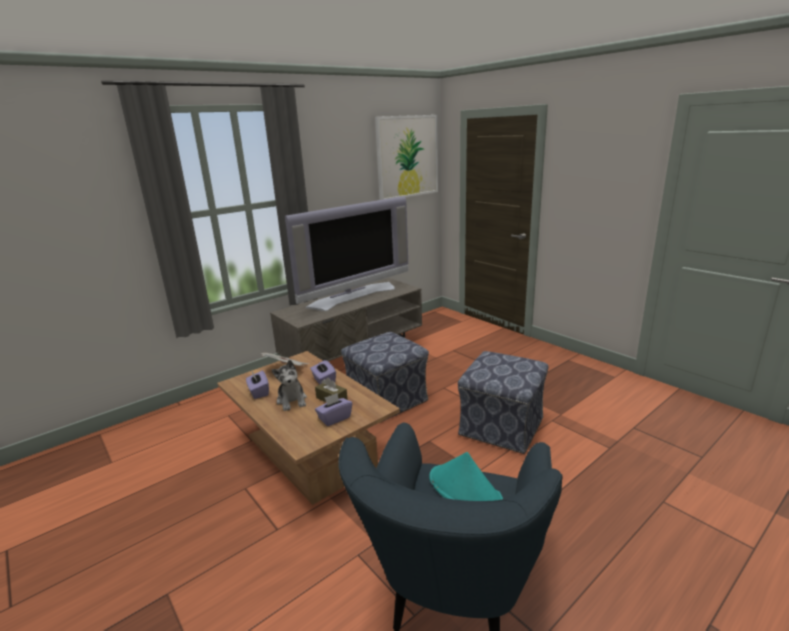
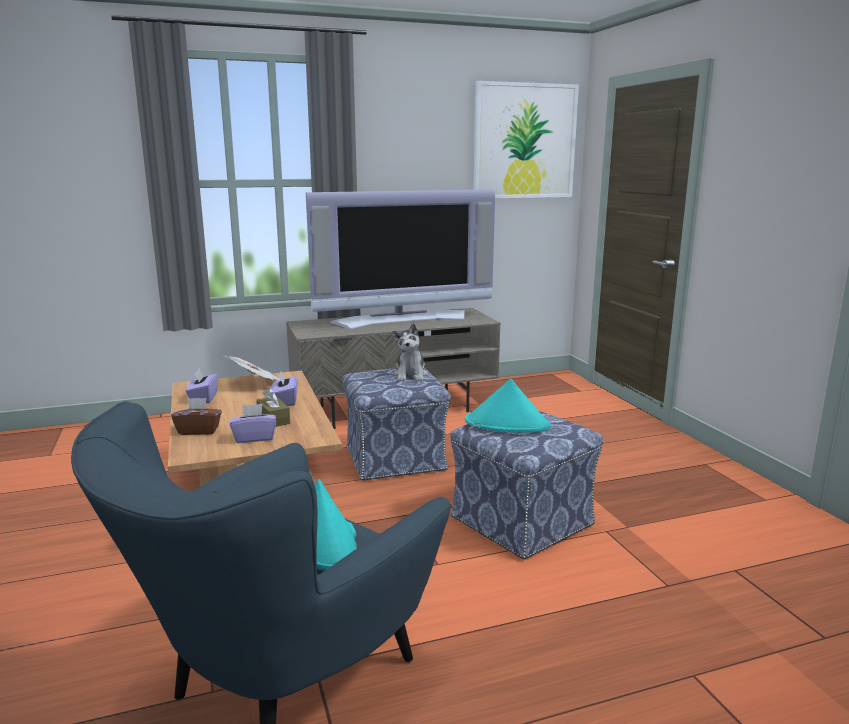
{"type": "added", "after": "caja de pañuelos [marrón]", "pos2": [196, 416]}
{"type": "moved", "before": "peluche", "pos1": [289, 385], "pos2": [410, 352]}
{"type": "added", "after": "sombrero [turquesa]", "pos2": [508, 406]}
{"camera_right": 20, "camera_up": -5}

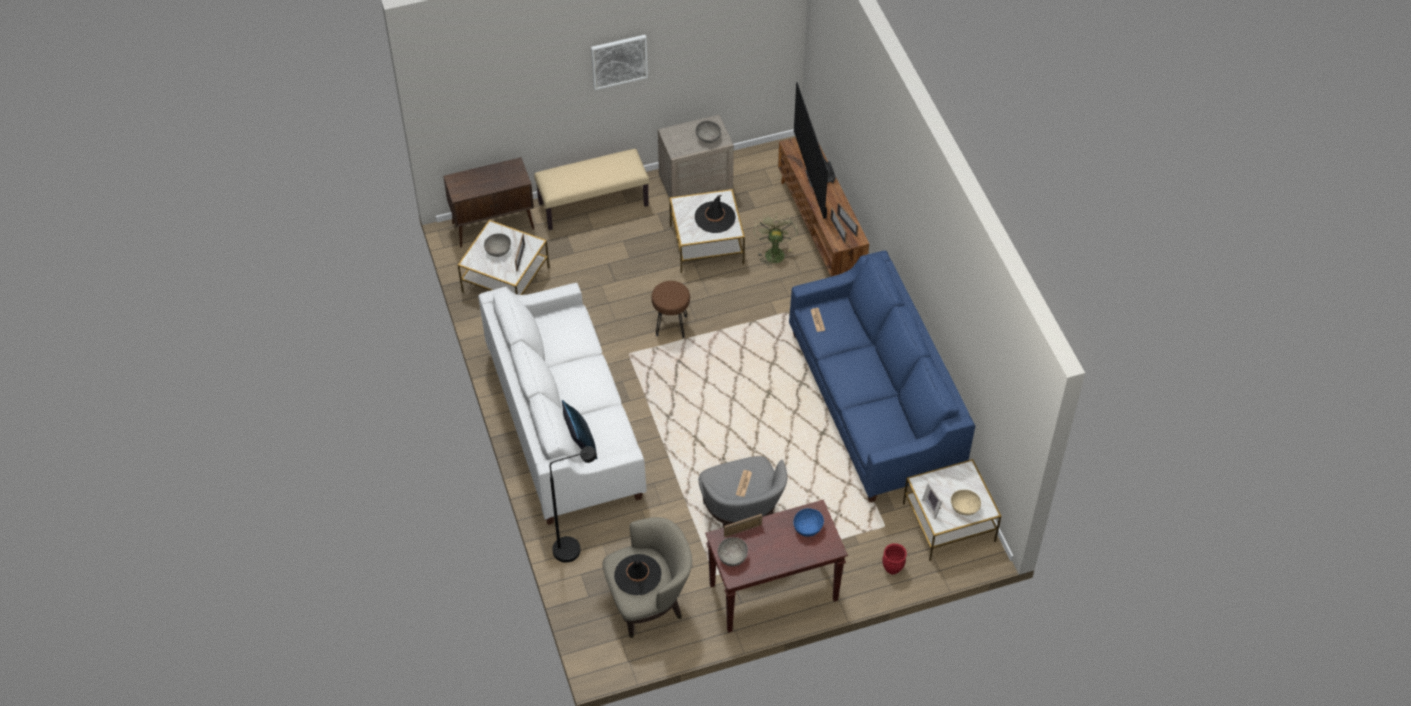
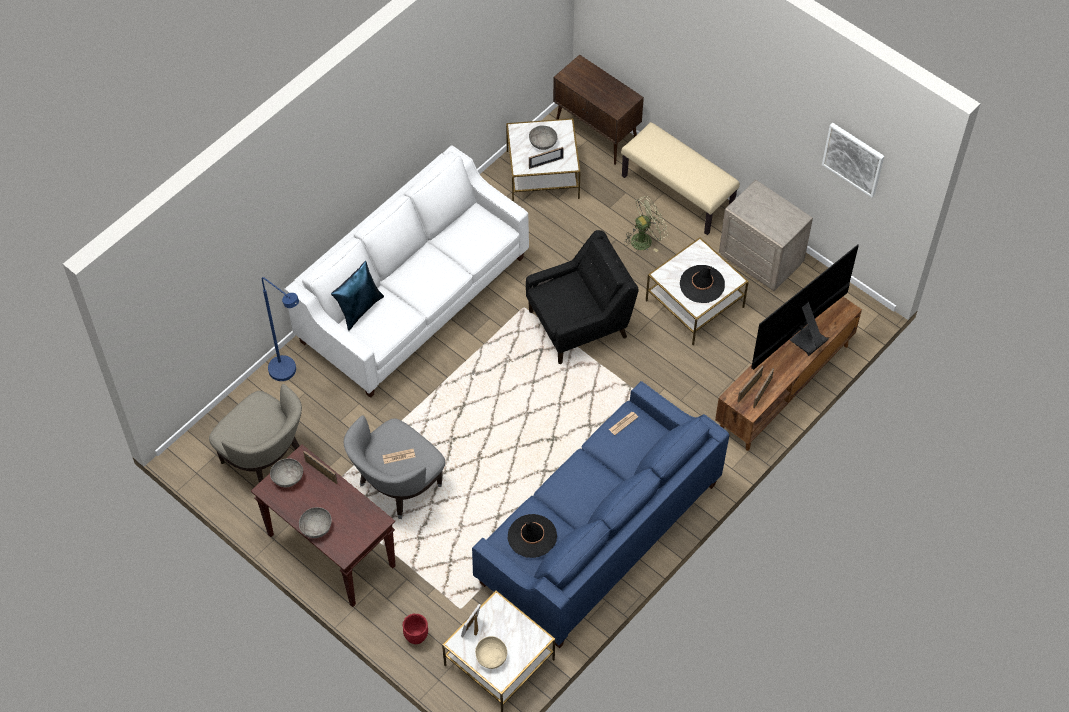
{"type": "recoloured", "before": "lámpara de pie [negro]", "after": "lámpara de pie [azul]", "pos1": [573, 504], "pos2": [280, 329]}
{"type": "moved", "before": "cuenco [gris]", "pos1": [708, 132], "pos2": [315, 522]}
{"type": "moved", "before": "sombrero [negro]", "pos1": [637, 574], "pos2": [532, 536]}
{"type": "replaced", "before": "taburete [marrón]", "after": "sillón [negro]", "pos1": [671, 309], "pos2": [582, 297]}
{"type": "moved", "before": "ventilador [verde]", "pos1": [775, 241], "pos2": [646, 224]}
{"type": "moved", "before": "cuadro", "pos1": [619, 62], "pos2": [853, 160]}
{"type": "removed", "before": "cuenco [azul]", "pos1": [808, 522]}
{"camera_right": 60, "camera_up": 5}

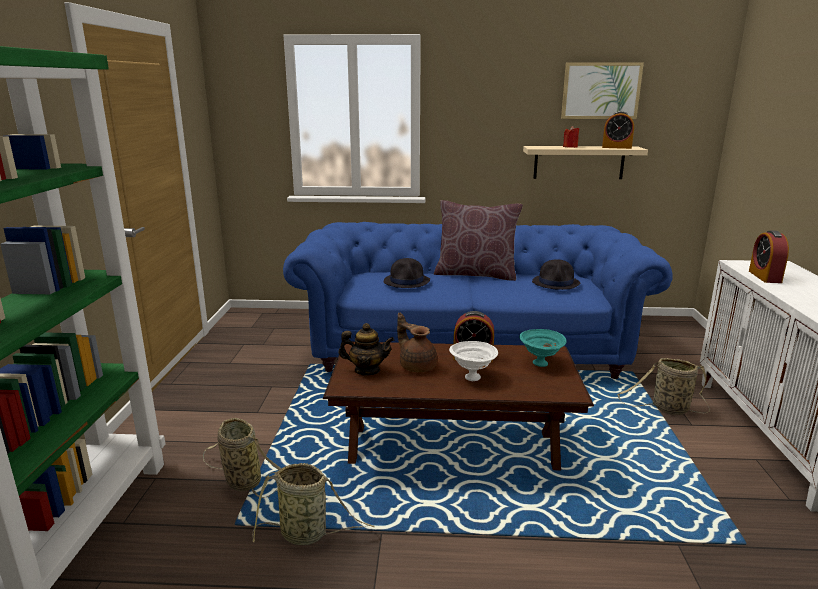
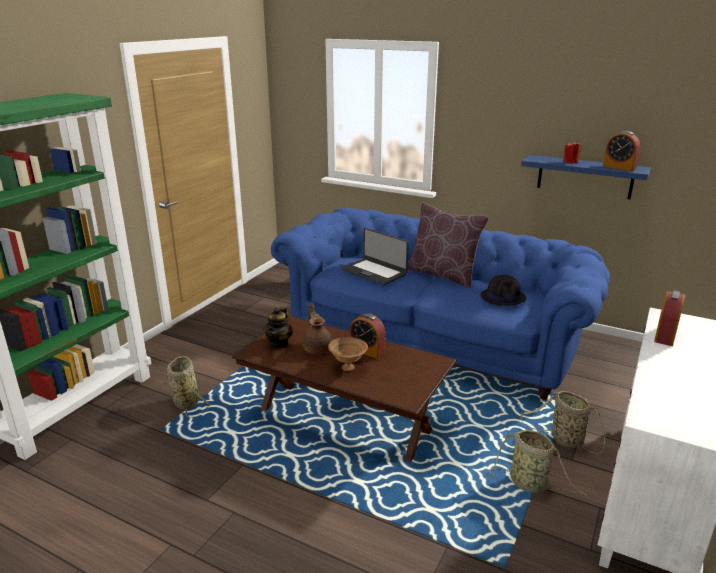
{"type": "turned", "before": "tetera", "pos1": [366, 349], "pos2": [278, 327], "turn": 75}
{"type": "recoloured", "before": "cuenco [blanco]", "after": "cuenco [marrón]", "pos1": [473, 361], "pos2": [348, 354]}
{"type": "replaced", "before": "sombrero [negro]", "after": "portátil", "pos1": [407, 273], "pos2": [375, 256]}
{"type": "moved", "before": "cesta", "pos1": [313, 504], "pos2": [538, 463]}
{"type": "recoloured", "before": "estante [beis]", "after": "estante [azul]", "pos1": [585, 162], "pos2": [586, 177]}
{"type": "removed", "before": "cuenco [turquesa]", "pos1": [543, 348]}
{"type": "removed", "before": "cuadro", "pos1": [602, 90]}
{"camera_right": 25, "camera_up": 5}

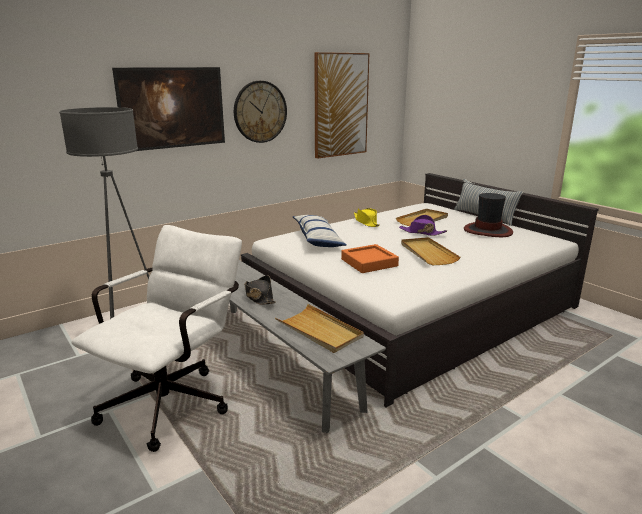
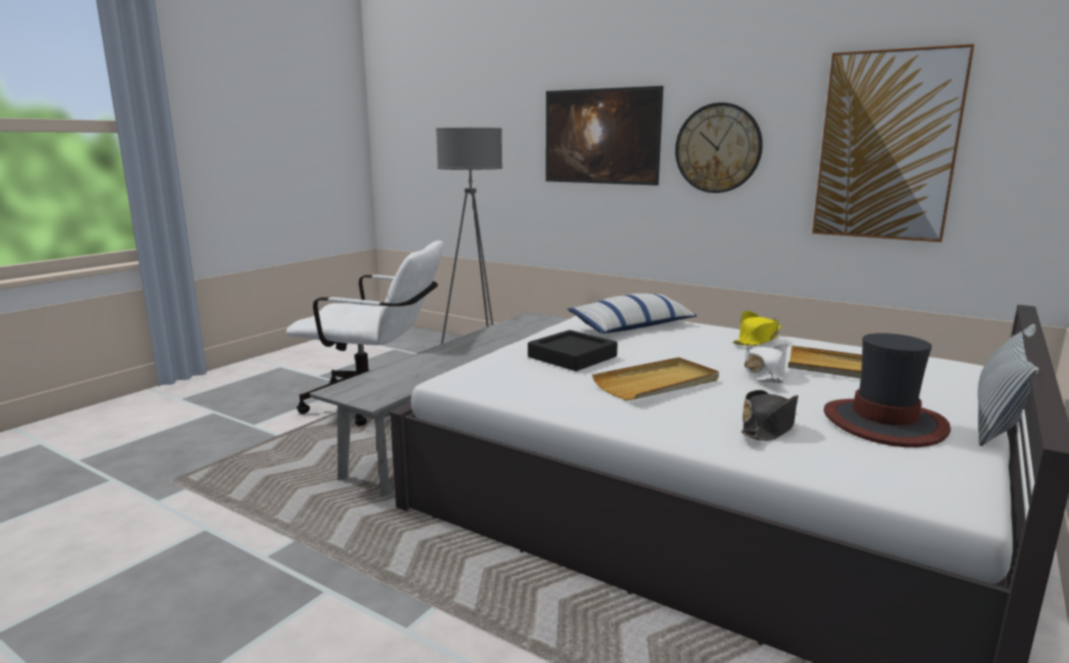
{"type": "recoloured", "before": "bandeja [naranja]", "after": "bandeja [negro]", "pos1": [370, 258], "pos2": [573, 350]}
{"type": "moved", "before": "sombrero [negro]", "pos1": [260, 290], "pos2": [769, 415]}
{"type": "recoloured", "before": "sombrero [morado]", "after": "sombrero [blanco]", "pos1": [423, 225], "pos2": [765, 363]}
{"type": "removed", "before": "bandeja [beis]", "pos1": [319, 328]}
{"camera_right": 70, "camera_up": -5}

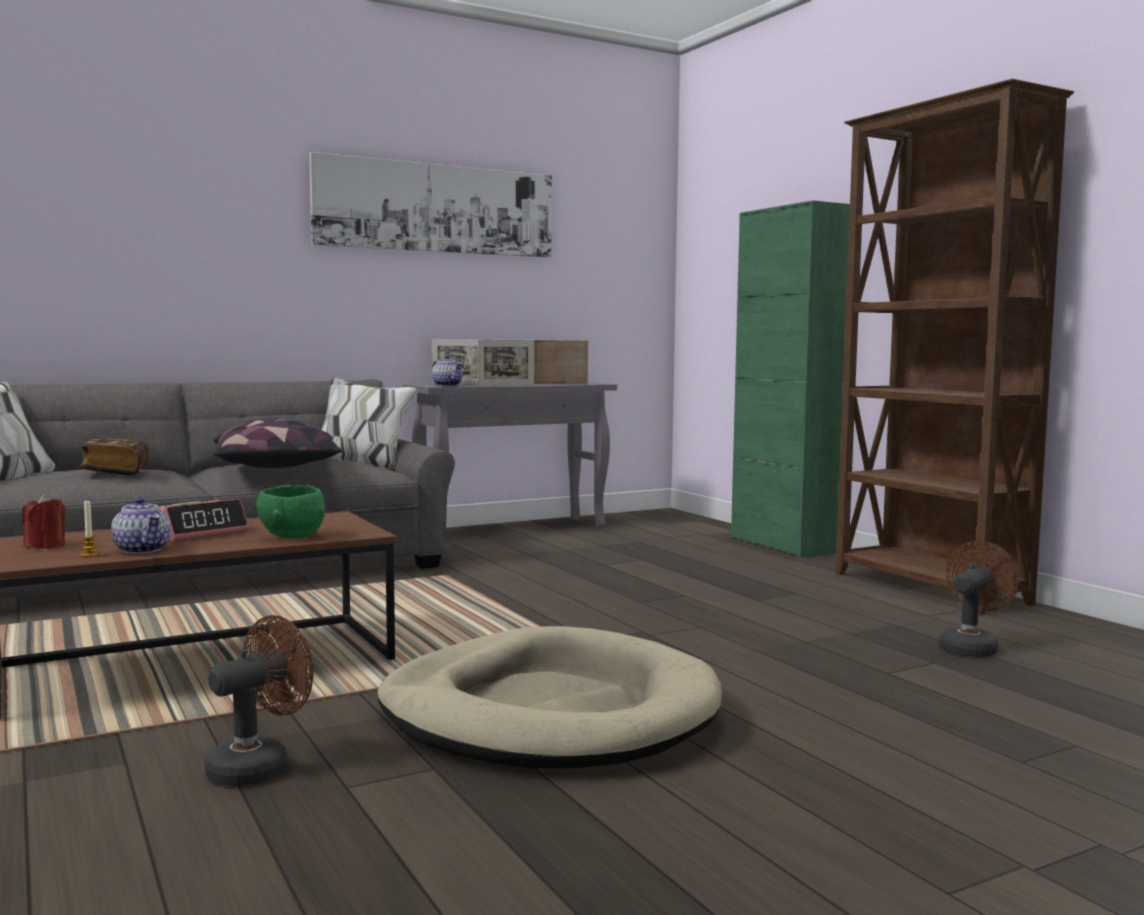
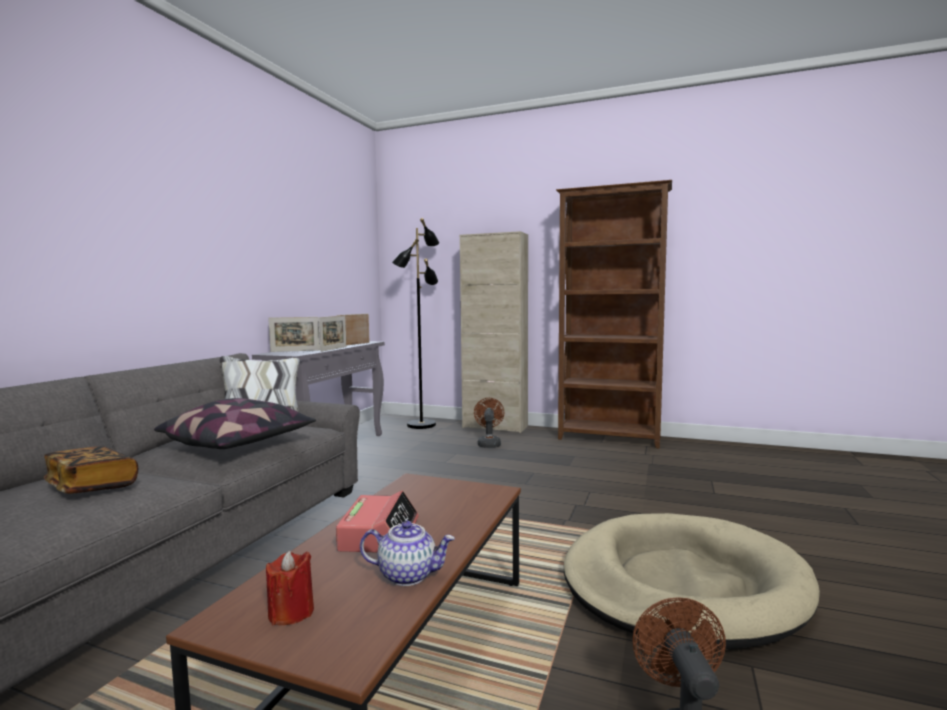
{"type": "added", "after": "lámpara de pie [negro]", "pos2": [415, 323]}
{"type": "recoloured", "before": "armario [verde]", "after": "armario [beis]", "pos1": [790, 378], "pos2": [494, 332]}
{"type": "moved", "before": "ventilador [marrón]", "pos1": [979, 599], "pos2": [489, 423]}
{"type": "removed", "before": "vela", "pos1": [89, 529]}
{"type": "removed", "before": "cuenco [verde]", "pos1": [290, 512]}
{"type": "removed", "before": "cuadro", "pos1": [430, 205]}
{"type": "removed", "before": "tetera", "pos1": [447, 370]}
{"camera_right": -40, "camera_up": 0}

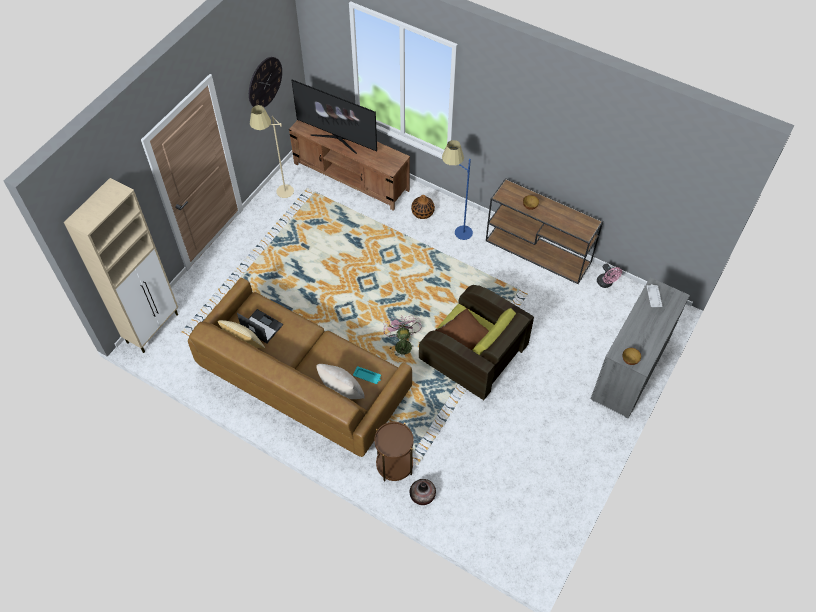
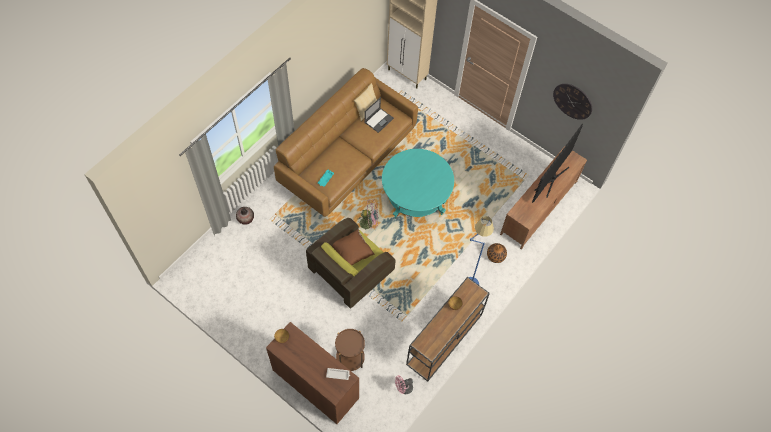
{"type": "recoloured", "before": "armario [gris]", "after": "armario [marrón]", "pos1": [640, 347], "pos2": [312, 373]}
{"type": "moved", "before": "mesa auxiliar [marrón]", "pos1": [394, 451], "pos2": [350, 350]}
{"type": "added", "after": "mesa de centro [turquesa]", "pos2": [418, 183]}
{"type": "removed", "before": "lámpara de pie [beis]", "pos1": [272, 151]}
{"type": "removed", "before": "cojín [beis]", "pos1": [341, 381]}
{"camera_right": 95, "camera_up": 5}

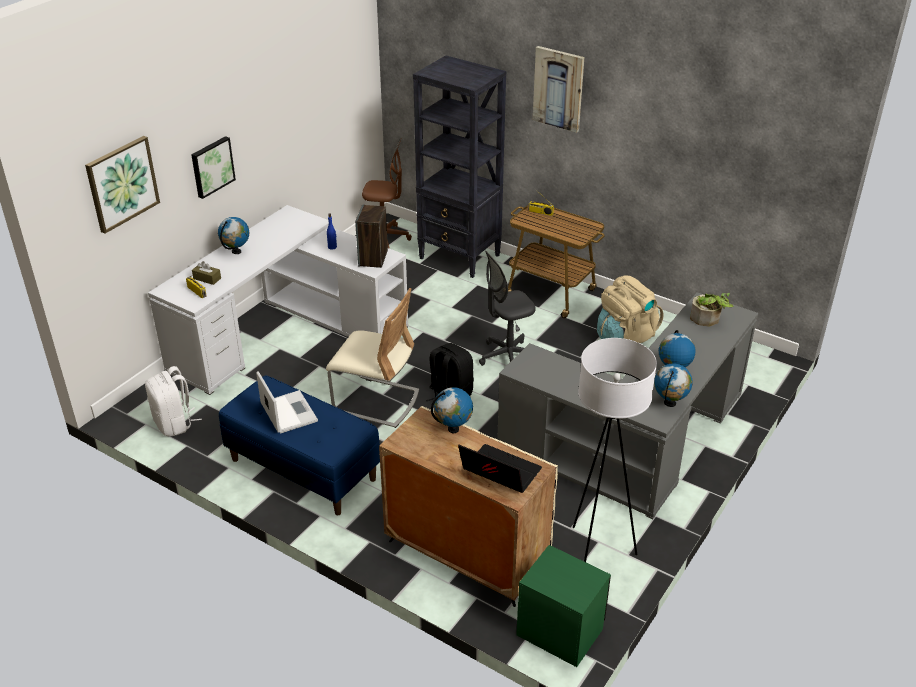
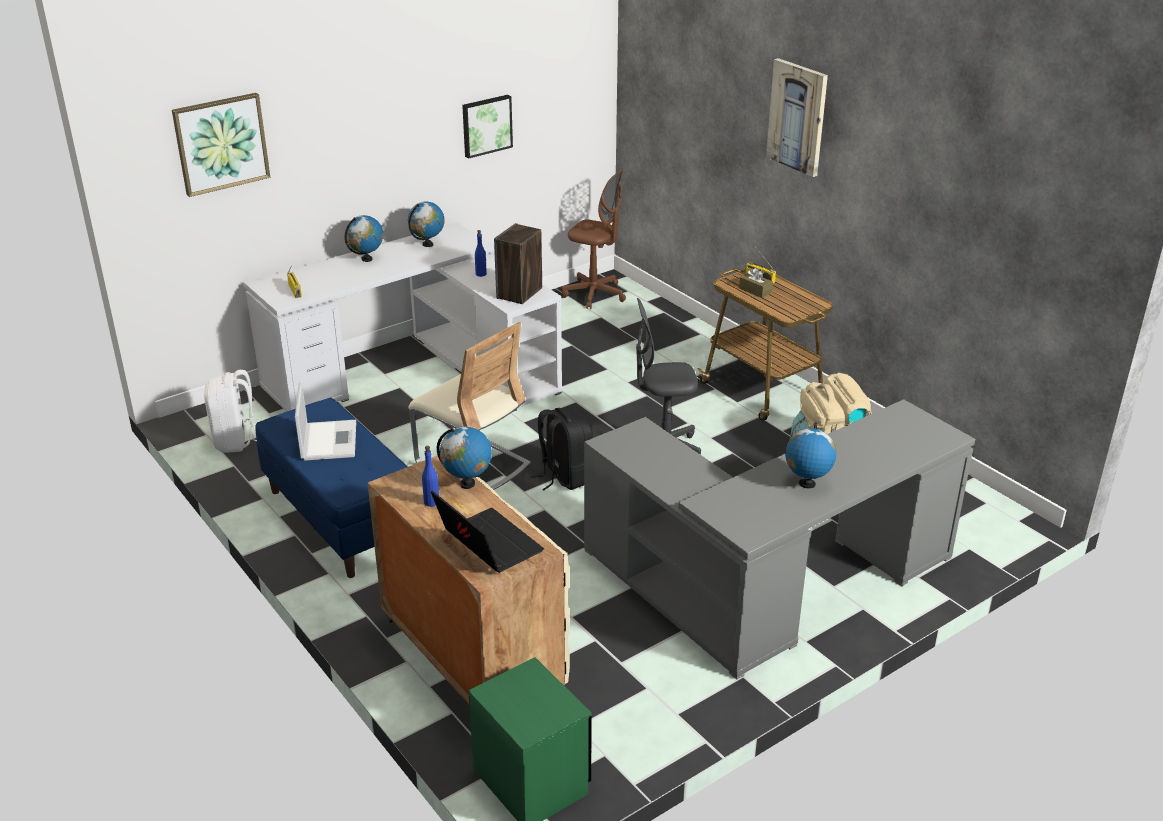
{"type": "moved", "before": "globo terráqueo", "pos1": [673, 385], "pos2": [426, 224]}
{"type": "added", "after": "botella [azul]", "pos2": [430, 476]}
{"type": "moved", "before": "cuadro", "pos1": [213, 167], "pos2": [487, 127]}
{"type": "moved", "before": "caja de pañuelos [marrón]", "pos1": [206, 273], "pos2": [756, 283]}
{"type": "removed", "before": "estantería [negro]", "pos1": [459, 166]}
{"type": "removed", "before": "lámpara de pie [blanco]", "pos1": [615, 450]}
{"type": "removed", "before": "planta en maceta", "pos1": [712, 310]}
{"camera_right": 20, "camera_up": -5}

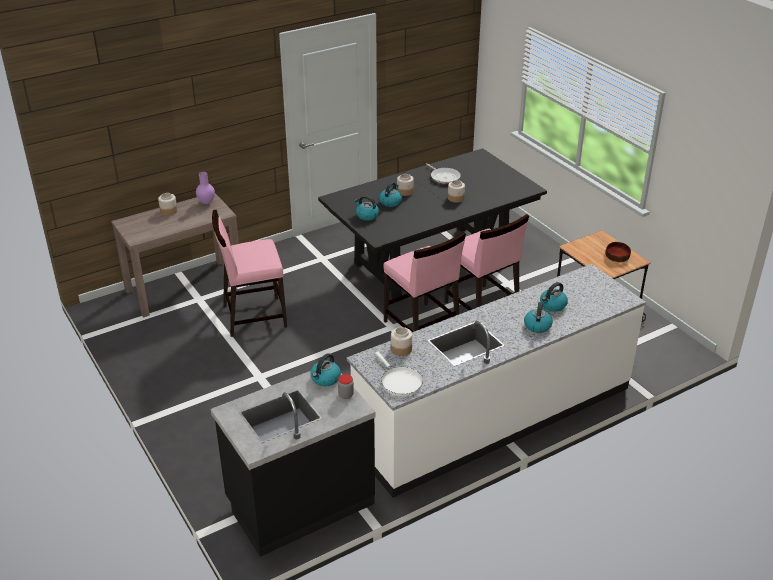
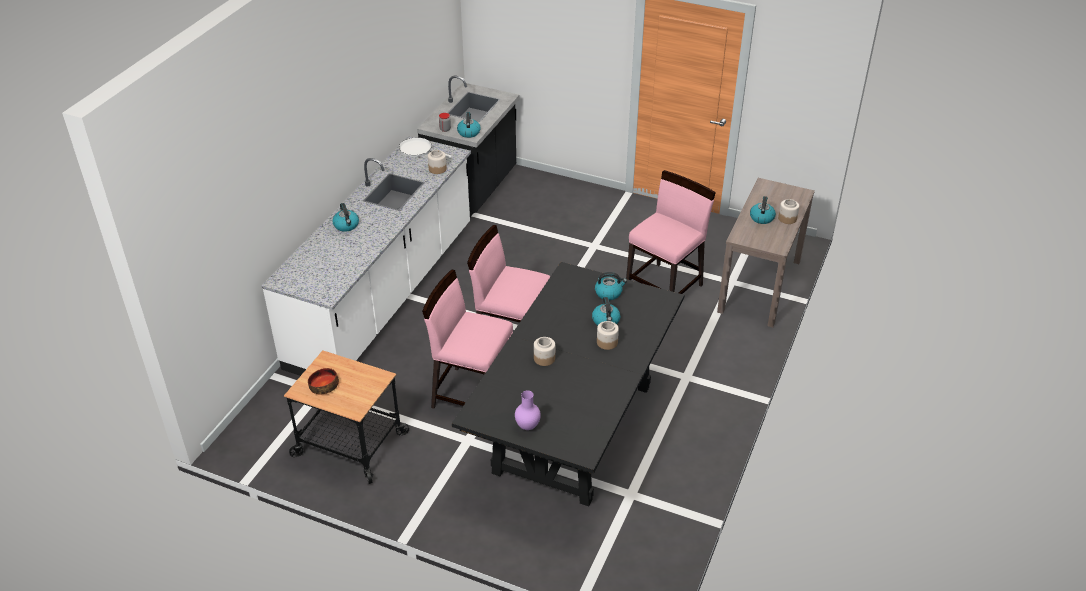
{"type": "moved", "before": "florero [morado]", "pos1": [205, 188], "pos2": [528, 410]}
{"type": "moved", "before": "hervidor", "pos1": [554, 297], "pos2": [763, 210]}
{"type": "removed", "before": "sartén", "pos1": [443, 173]}
{"camera_right": 145, "camera_up": 5}

